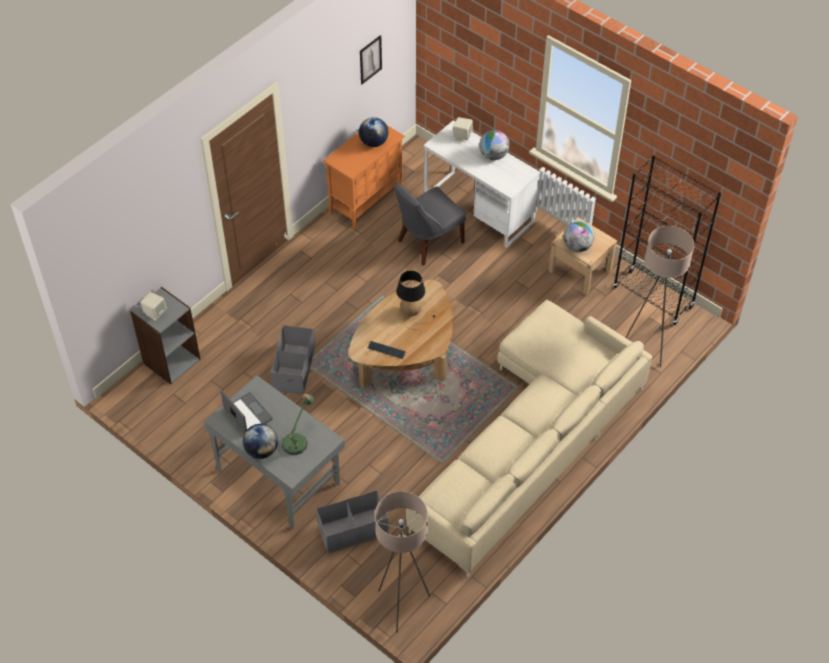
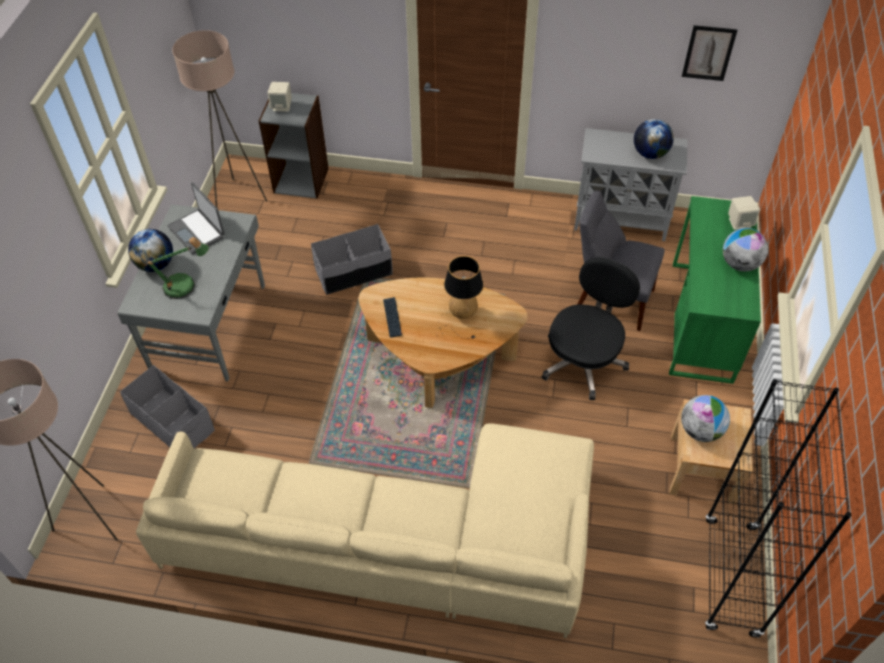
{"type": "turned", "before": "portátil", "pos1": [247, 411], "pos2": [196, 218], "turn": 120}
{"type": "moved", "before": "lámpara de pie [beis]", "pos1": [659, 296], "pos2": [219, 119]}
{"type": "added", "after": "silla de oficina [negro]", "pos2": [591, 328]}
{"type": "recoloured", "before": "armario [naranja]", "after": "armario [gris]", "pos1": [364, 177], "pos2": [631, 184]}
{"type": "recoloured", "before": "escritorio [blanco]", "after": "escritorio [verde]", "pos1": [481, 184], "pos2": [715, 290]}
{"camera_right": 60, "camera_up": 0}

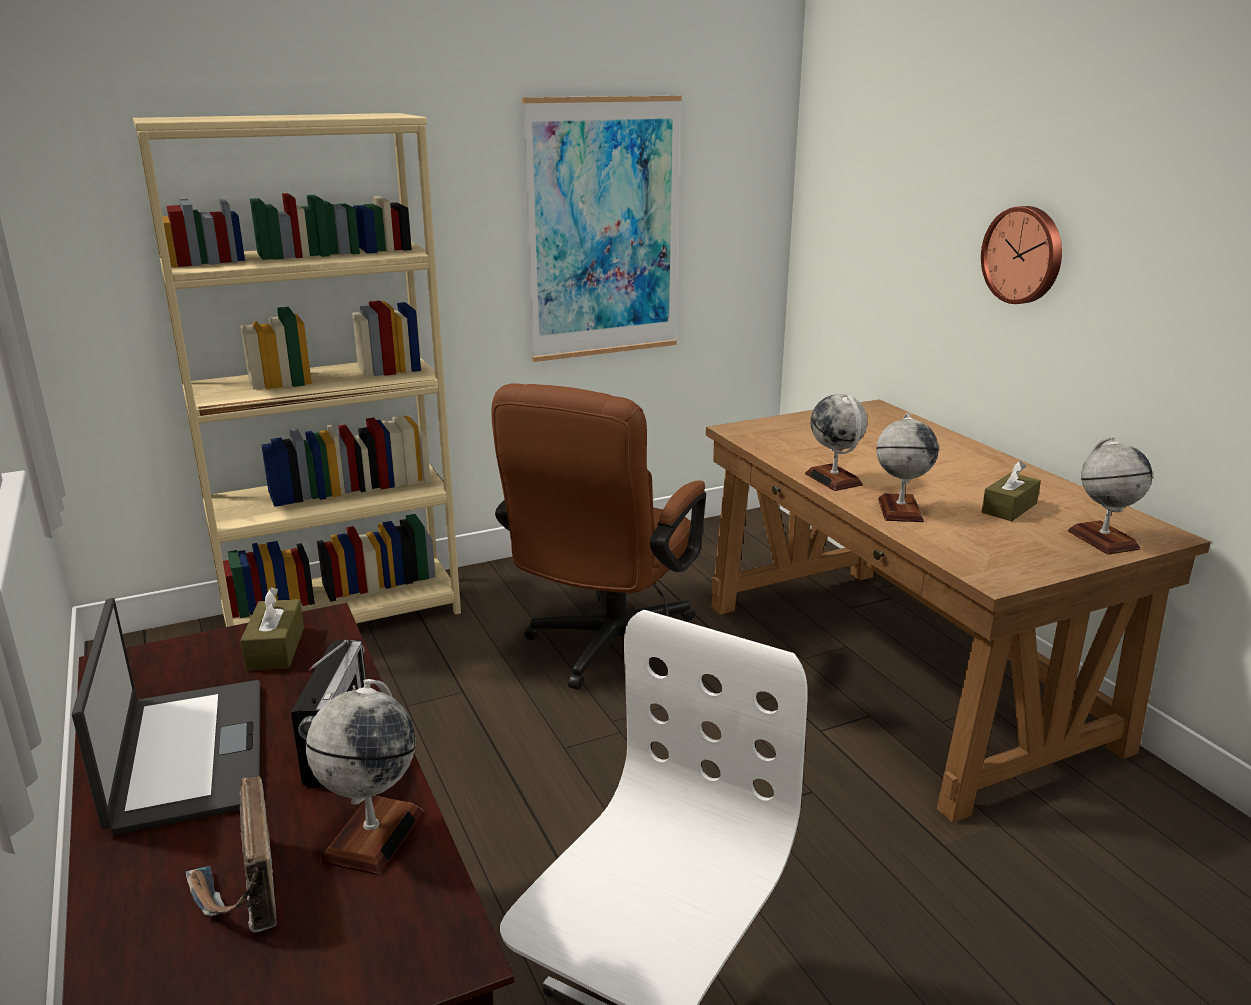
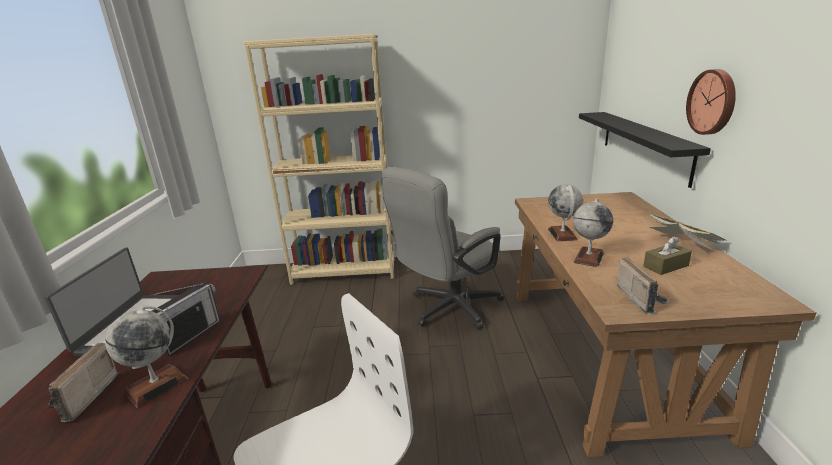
{"type": "recoloured", "before": "silla de oficina [marrón]", "after": "silla de oficina [gris]", "pos1": [598, 536], "pos2": [442, 248]}
{"type": "added", "after": "estante [negro]", "pos2": [645, 150]}
{"type": "added", "after": "radio", "pos2": [643, 285]}
{"type": "added", "after": "libro", "pos2": [688, 232]}
{"type": "removed", "before": "caja de pañuelos [marrón]", "pos1": [272, 629]}
{"type": "removed", "before": "cuadro", "pos1": [602, 229]}
{"type": "removed", "before": "globo terráqueo", "pos1": [1110, 496]}
{"camera_right": 25, "camera_up": 0}

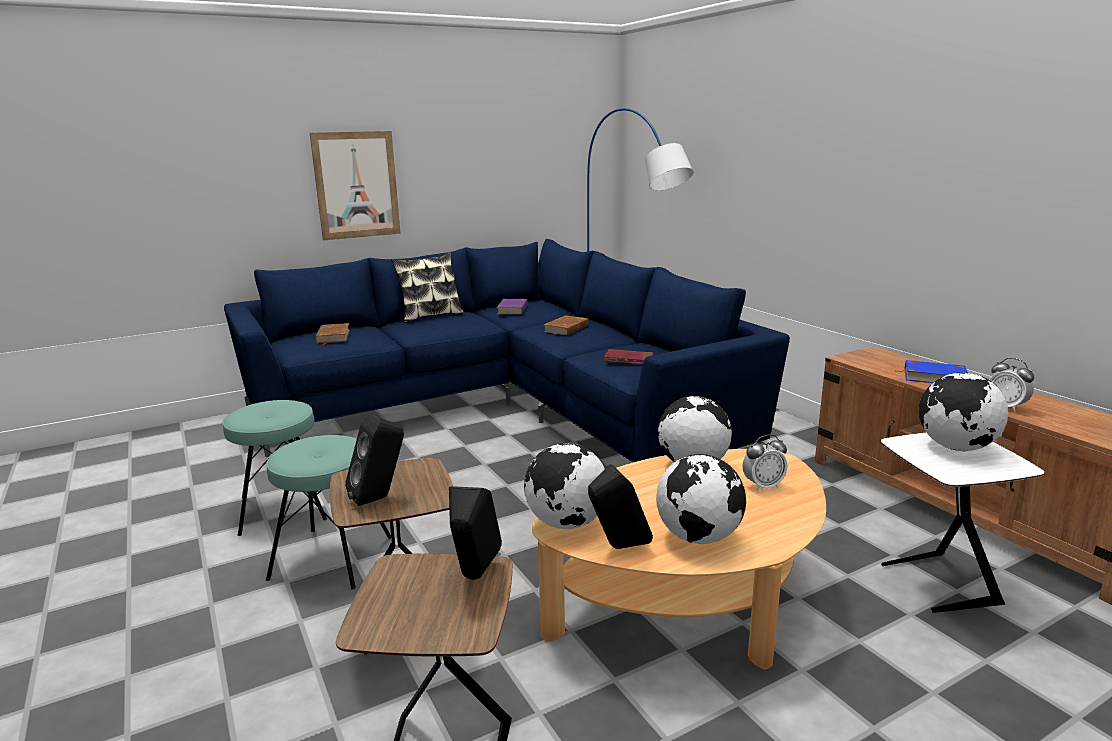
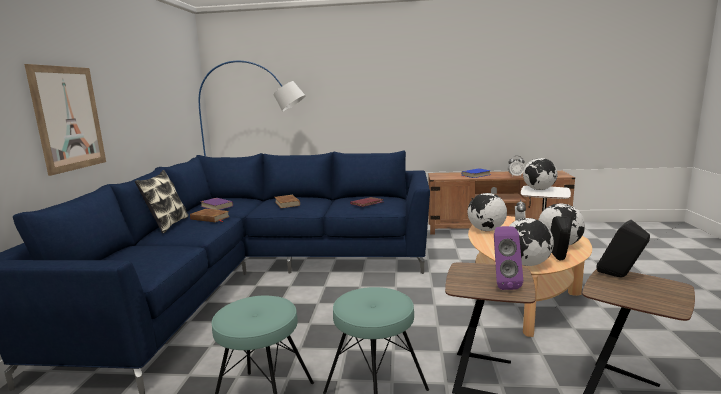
{"type": "moved", "before": "libro [marrón]", "pos1": [333, 334], "pos2": [210, 215]}
{"type": "recoloured", "before": "altavoz [negro]", "after": "altavoz [morado]", "pos1": [374, 460], "pos2": [508, 258]}
{"camera_right": -55, "camera_up": -5}

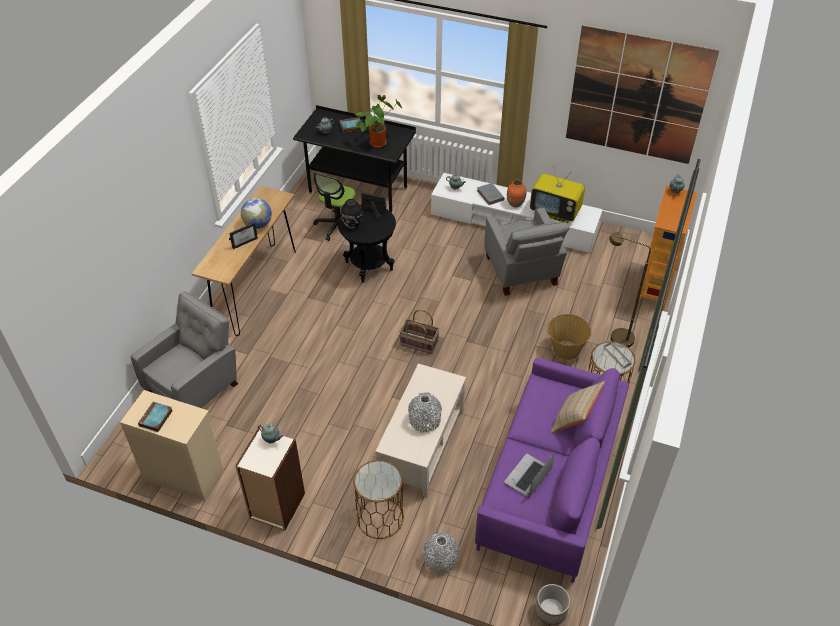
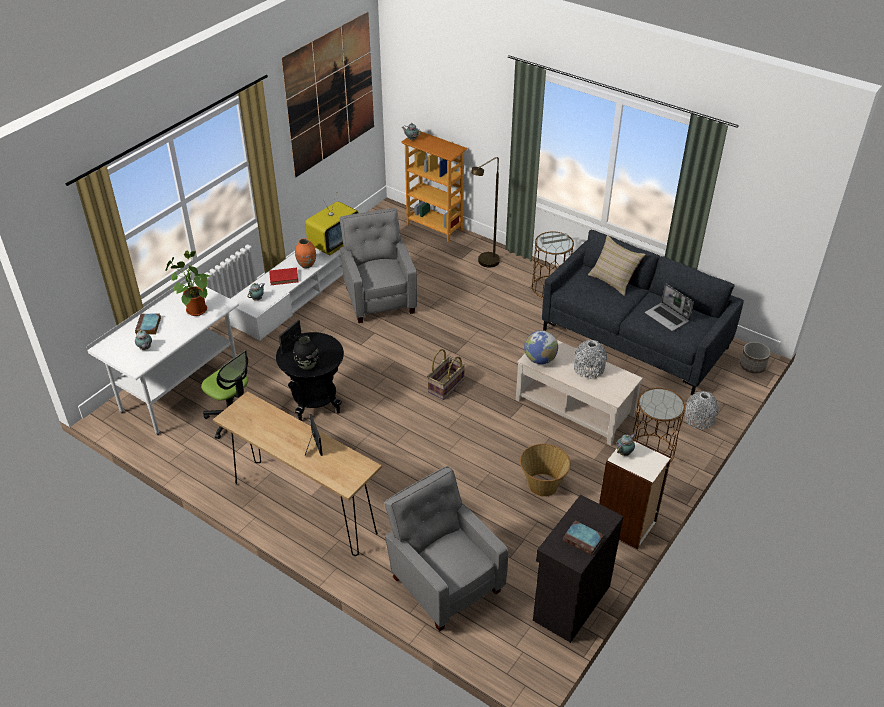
{"type": "recoloured", "before": "escritorio [negro]", "after": "escritorio [blanco]", "pos1": [354, 159], "pos2": [162, 355]}
{"type": "recoloured", "before": "libro [gris]", "after": "libro [rojo]", "pos1": [491, 194], "pos2": [283, 276]}
{"type": "turned", "before": "sillón [gris]", "pos1": [526, 251], "pos2": [378, 265], "turn": -105}
{"type": "moved", "before": "cesta", "pos1": [569, 337], "pos2": [545, 470]}
{"type": "moved", "before": "globo terráqueo", "pos1": [256, 213], "pos2": [541, 347]}
{"type": "recoloured", "before": "armario [beis]", "after": "armario [negro]", "pos1": [172, 445], "pos2": [578, 568]}
{"type": "recoloured", "before": "sofá [morado]", "after": "sofá [gris]", "pos1": [552, 470], "pos2": [643, 312]}
{"camera_right": -75, "camera_up": -5}

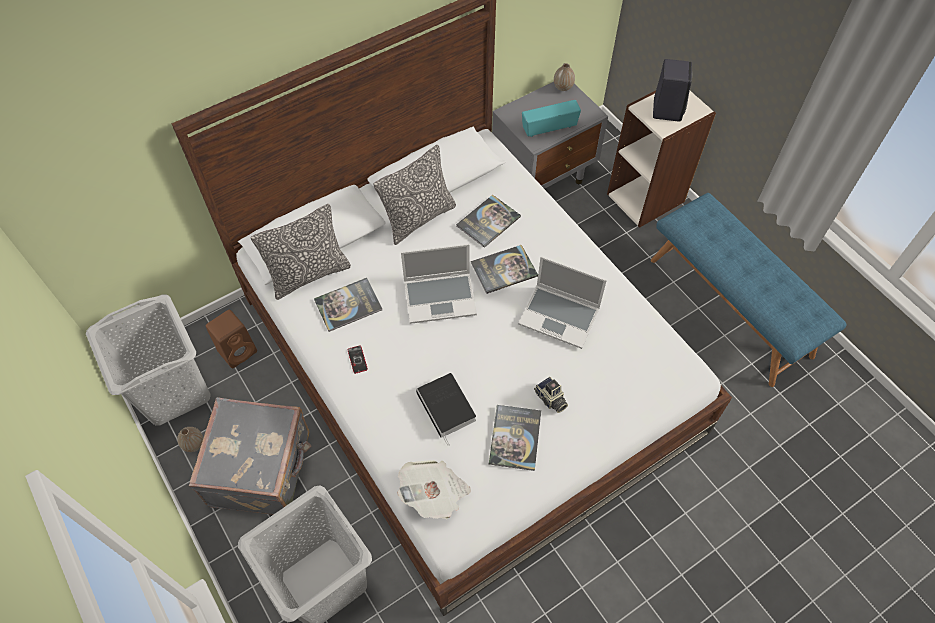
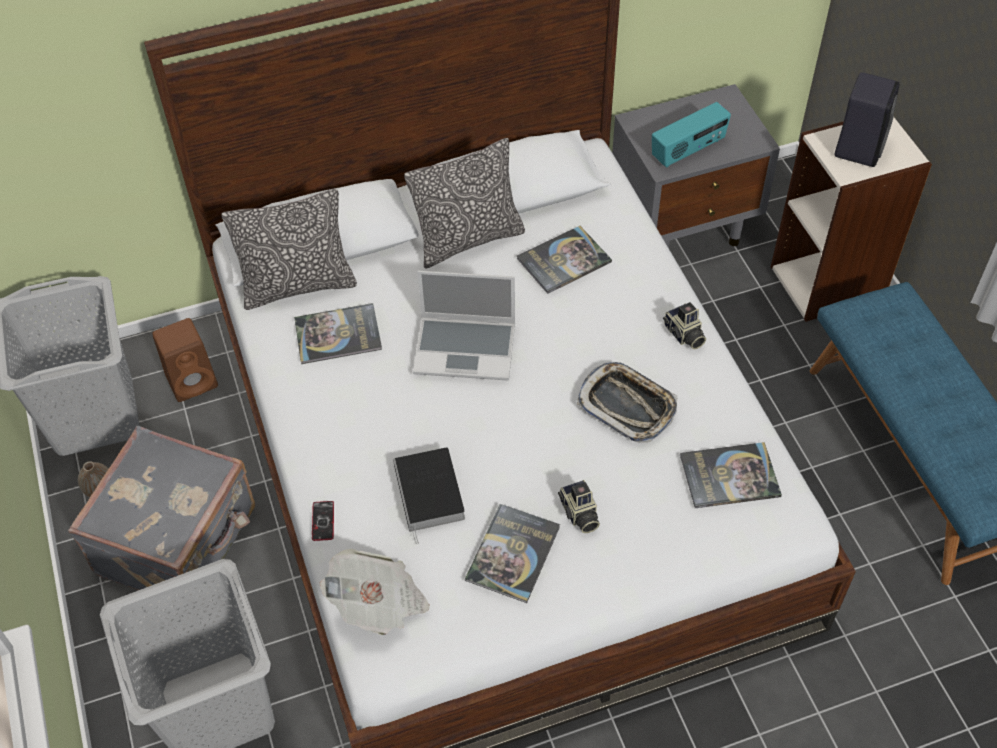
{"type": "moved", "before": "móvil", "pos1": [358, 359], "pos2": [323, 521]}
{"type": "replaced", "before": "portátil", "after": "bandeja", "pos1": [562, 302], "pos2": [627, 402]}
{"type": "turned", "before": "radio", "pos1": [551, 118], "pos2": [691, 135], "turn": 150}
{"type": "added", "after": "cámara", "pos2": [684, 325]}
{"type": "moved", "before": "libro", "pos1": [504, 269], "pos2": [731, 475]}
{"type": "removed", "before": "florero", "pos1": [564, 77]}
{"camera_right": 15, "camera_up": -5}

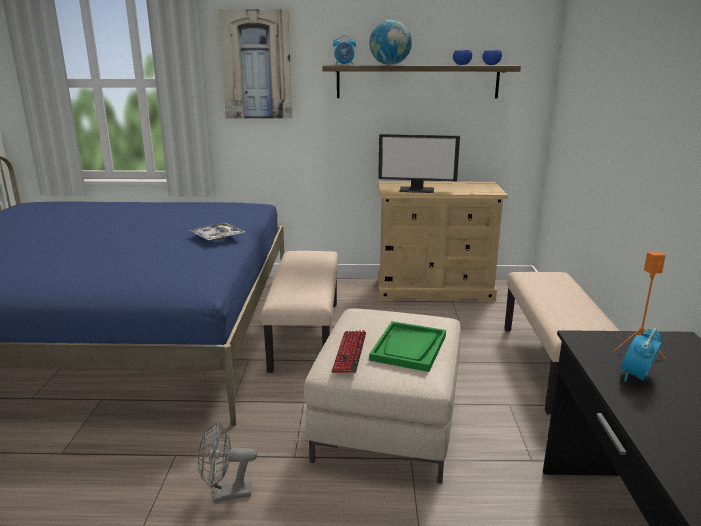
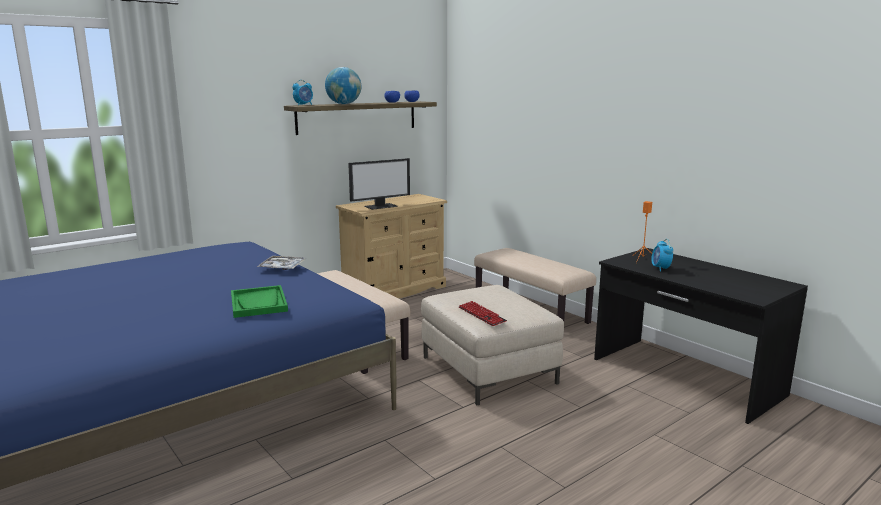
{"type": "moved", "before": "bandeja [verde]", "pos1": [407, 346], "pos2": [259, 301]}
{"type": "removed", "before": "ventilador [gris]", "pos1": [227, 461]}
{"type": "removed", "before": "cuadro", "pos1": [255, 64]}
{"camera_right": -40, "camera_up": -5}

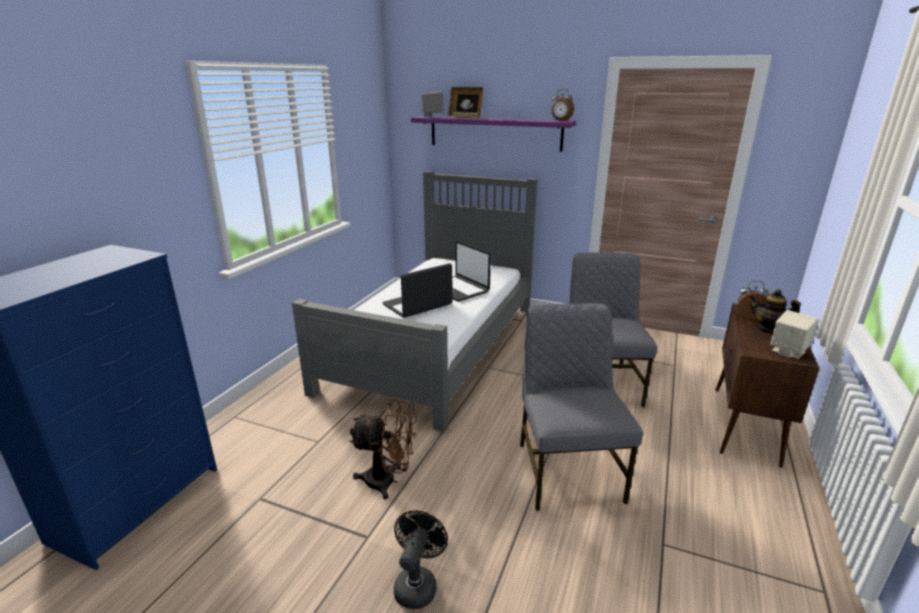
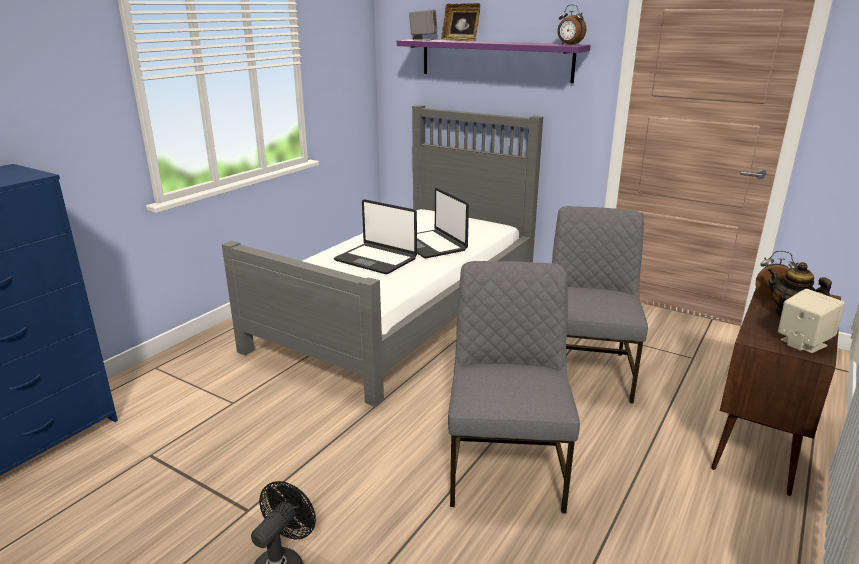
{"type": "turned", "before": "portátil", "pos1": [417, 290], "pos2": [375, 236], "turn": -120}
{"type": "removed", "before": "ventilador [marrón]", "pos1": [382, 449]}
{"camera_right": 10, "camera_up": 0}

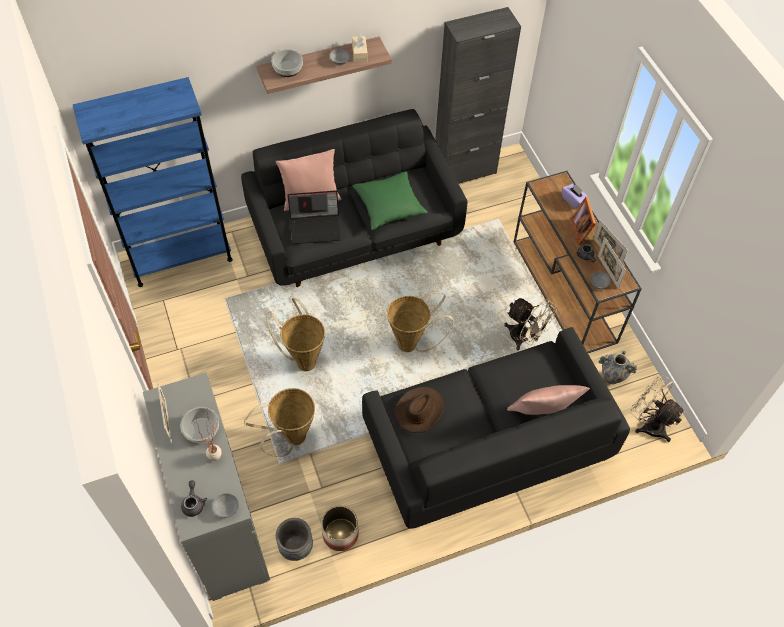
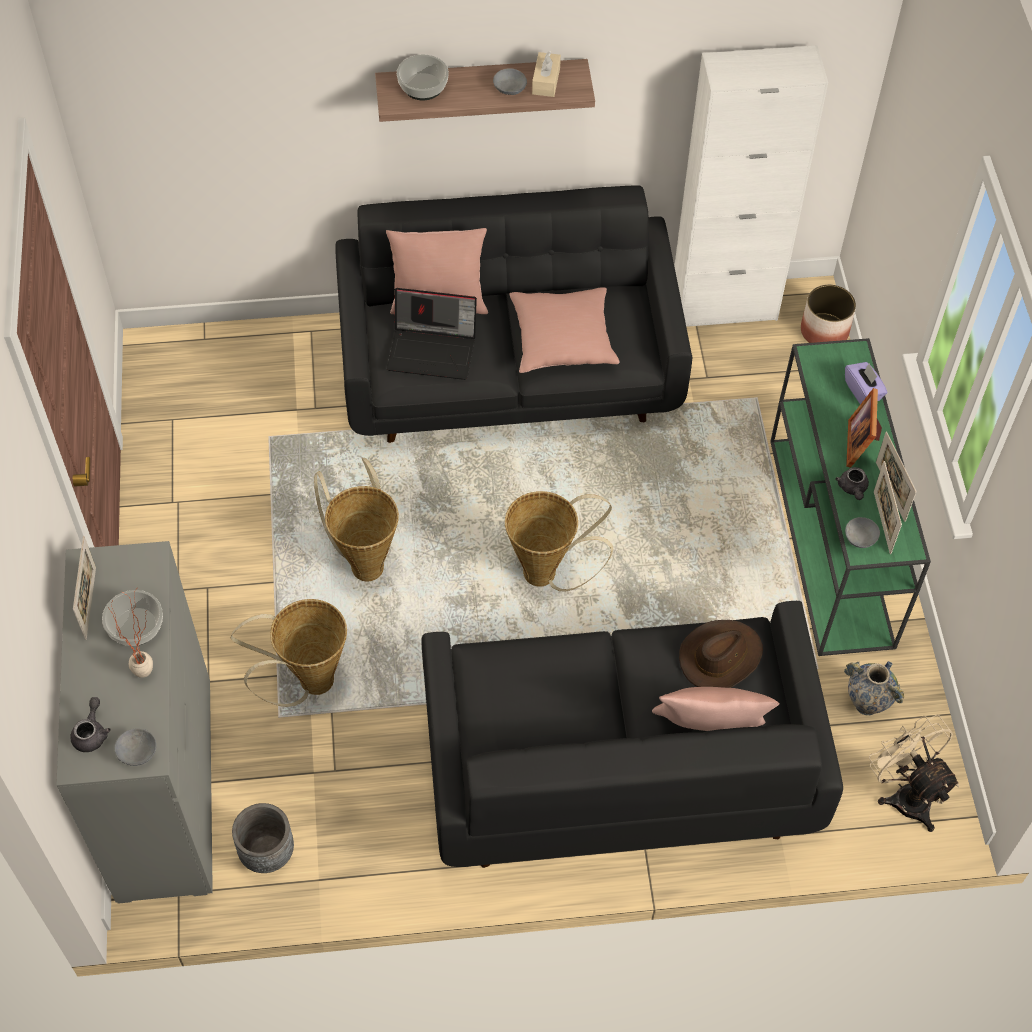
{"type": "recoloured", "before": "cojín [verde]", "after": "cojín [rosa]", "pos1": [390, 201], "pos2": [564, 330]}
{"type": "recoloured", "before": "armario [negro]", "after": "armario [blanco]", "pos1": [478, 95], "pos2": [751, 186]}
{"type": "moved", "before": "sombrero [marrón]", "pos1": [419, 410], "pos2": [721, 654]}
{"type": "recoloured", "before": "mesa consola [marrón]", "after": "mesa consola [verde]", "pos1": [578, 262], "pos2": [850, 497]}
{"type": "moved", "before": "maceta", "pos1": [340, 528], "pos2": [828, 314]}
{"type": "removed", "before": "estantería [azul]", "pos1": [153, 182]}
{"type": "removed", "before": "ventilador [beis]", "pos1": [530, 324]}
{"camera_right": 15, "camera_up": 0}

